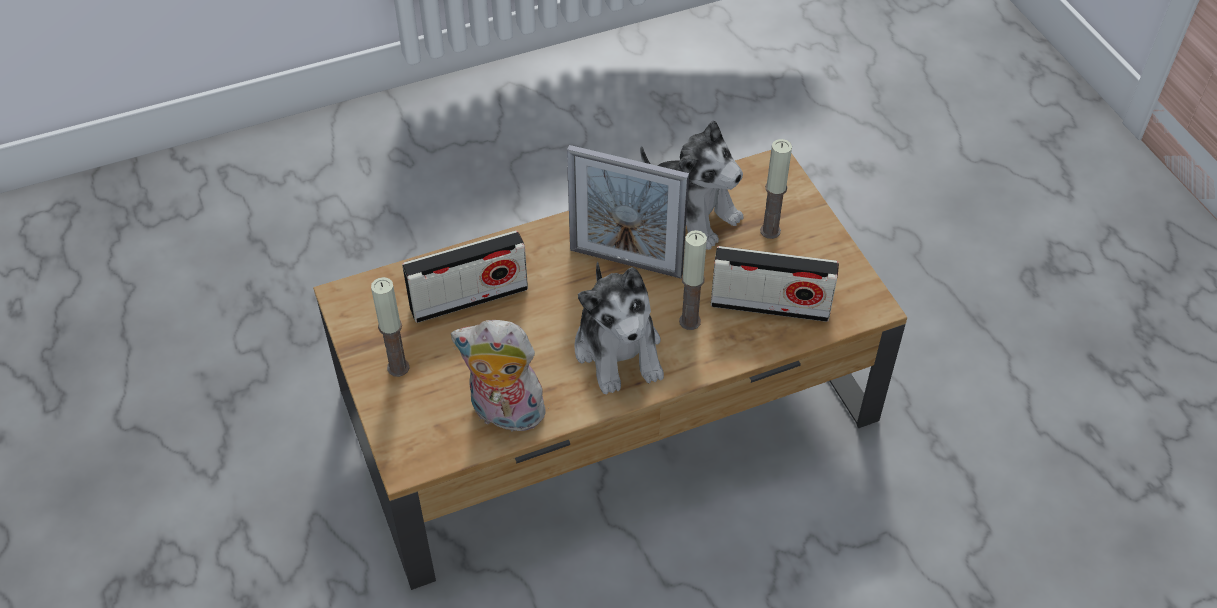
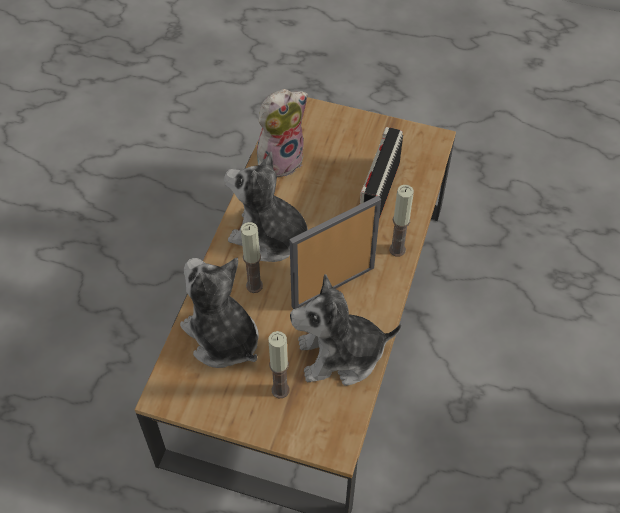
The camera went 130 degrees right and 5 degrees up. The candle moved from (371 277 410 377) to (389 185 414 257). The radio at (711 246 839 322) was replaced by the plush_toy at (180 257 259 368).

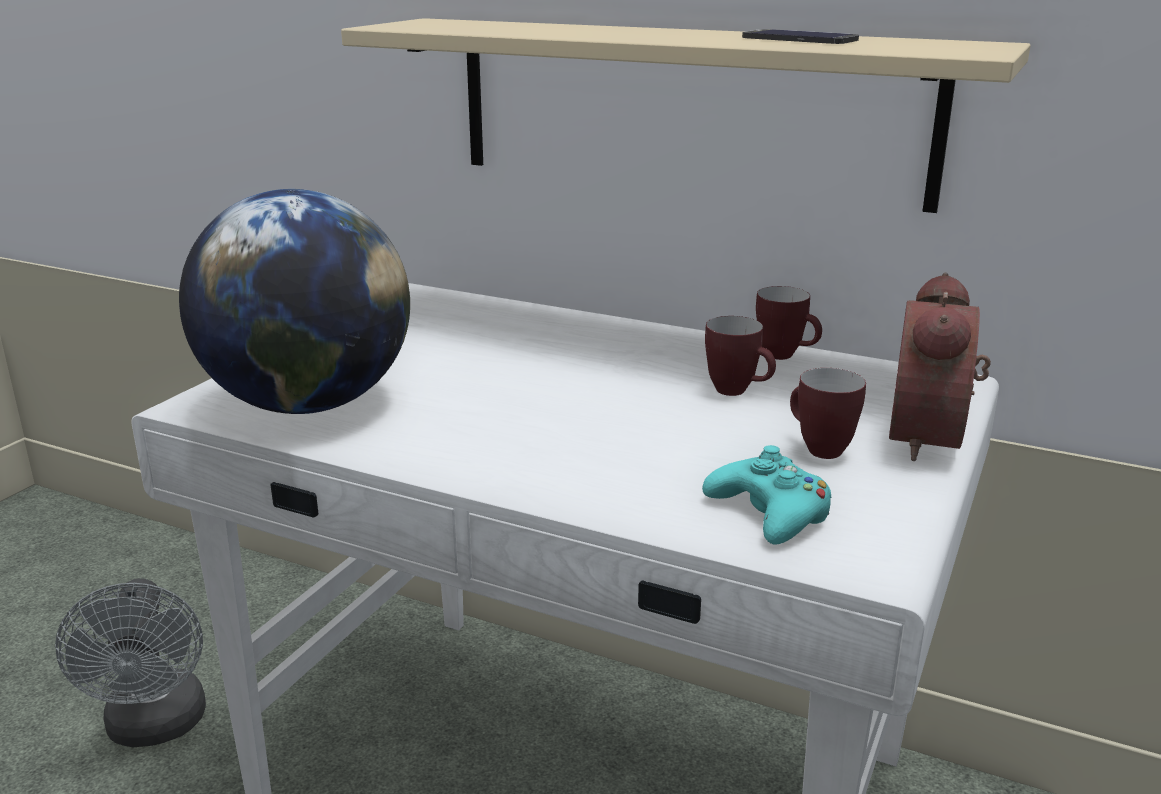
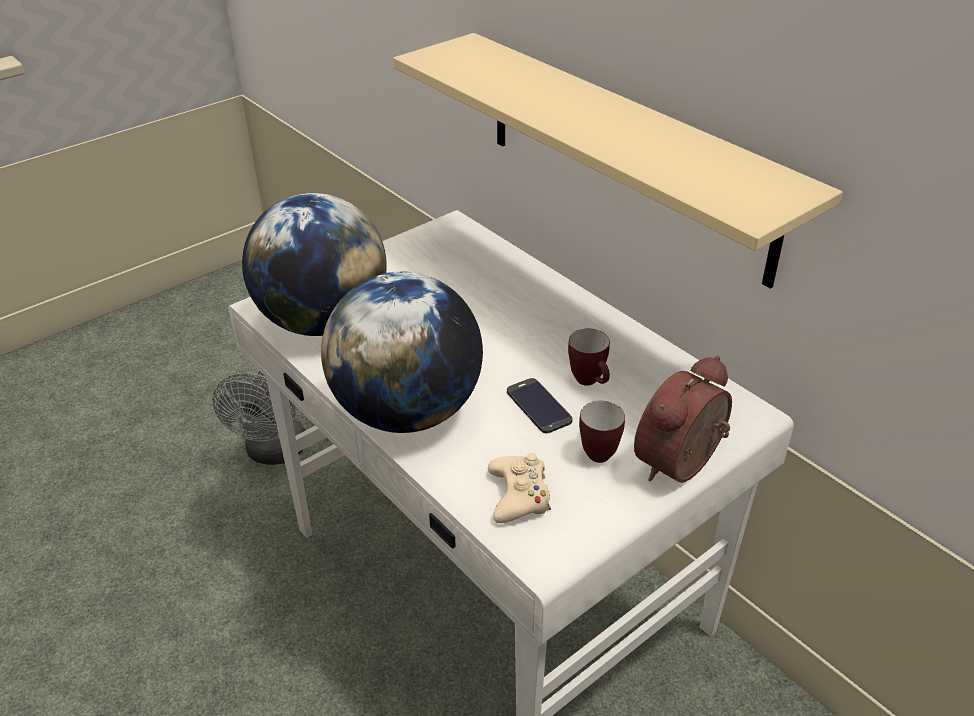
The camera went 25 degrees right and 15 degrees up. The turquoise_game_controller at (702 445 831 545) became the beige_game_controller at (488 453 551 523). The phone moved from (742 29 859 44) to (507 378 573 433). The mug at (756 286 822 360) disappeared. The globe at (321 271 483 433) appeared.

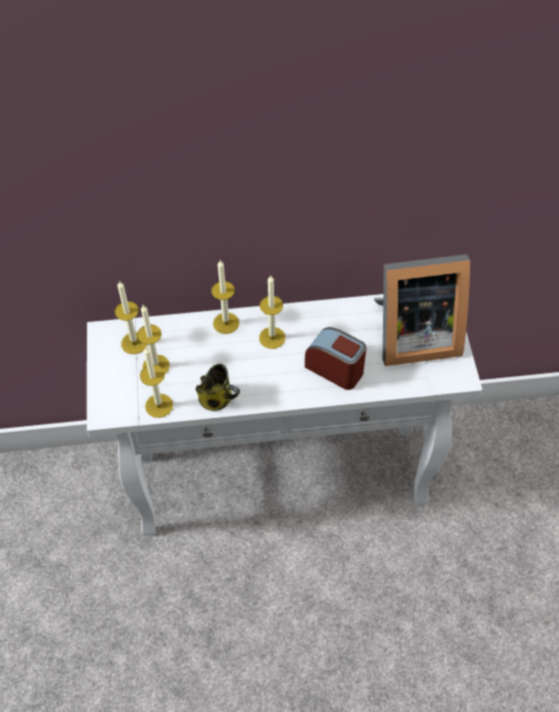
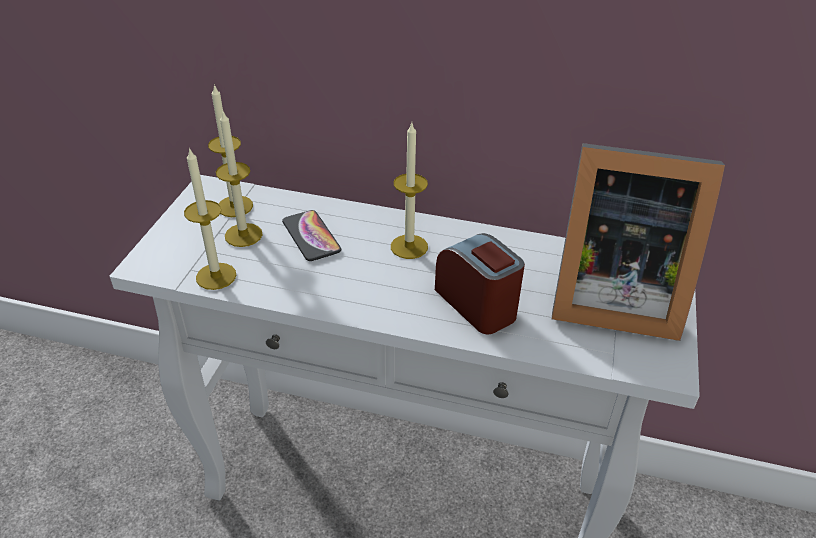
The camera went 20 degrees right and 15 degrees down. The mug at (196 364 240 411) disappeared. The candle at (211 260 239 334) disappeared. The phone at (282 210 341 261) appeared.

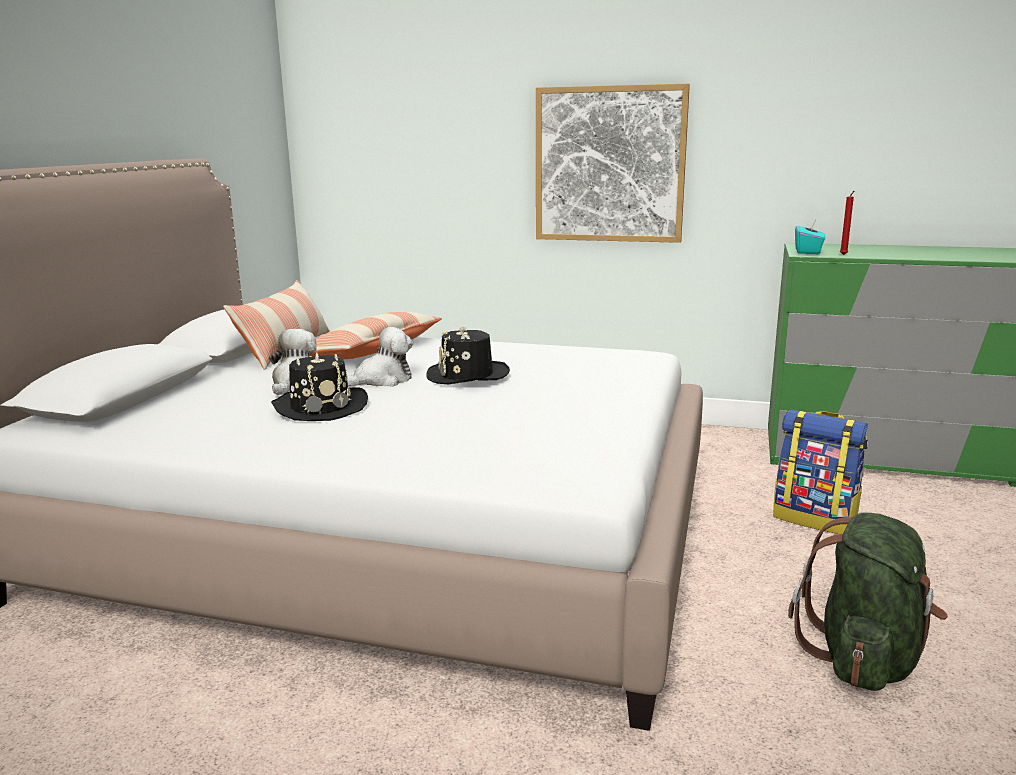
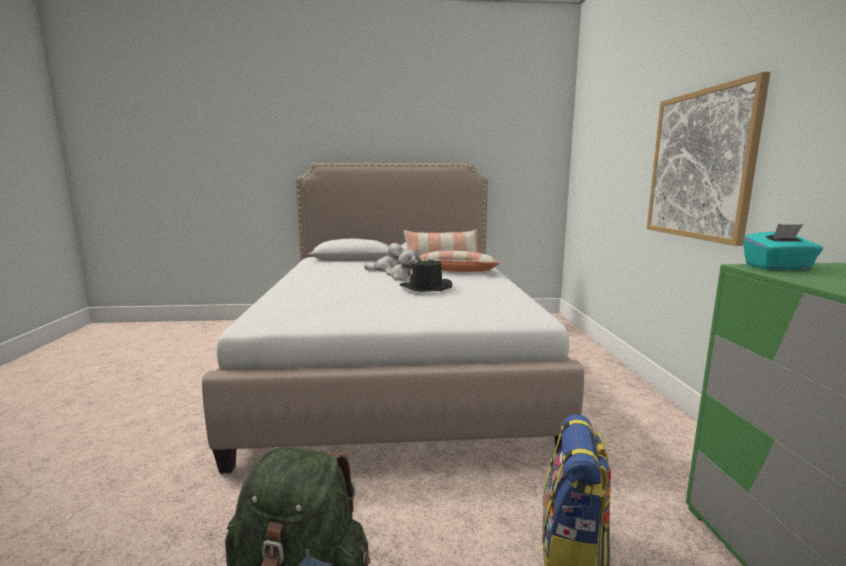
The camera went 70 degrees right and 5 degrees down. The black_hat at (271 352 368 421) disappeared. The red_candle at (840 191 854 255) disappeared.

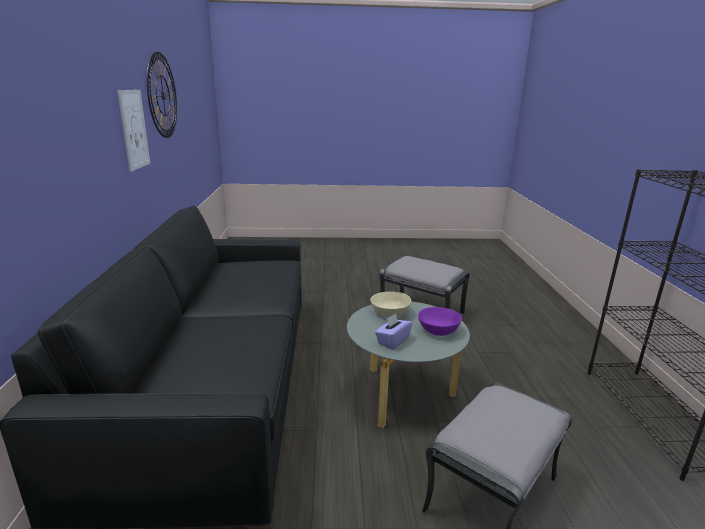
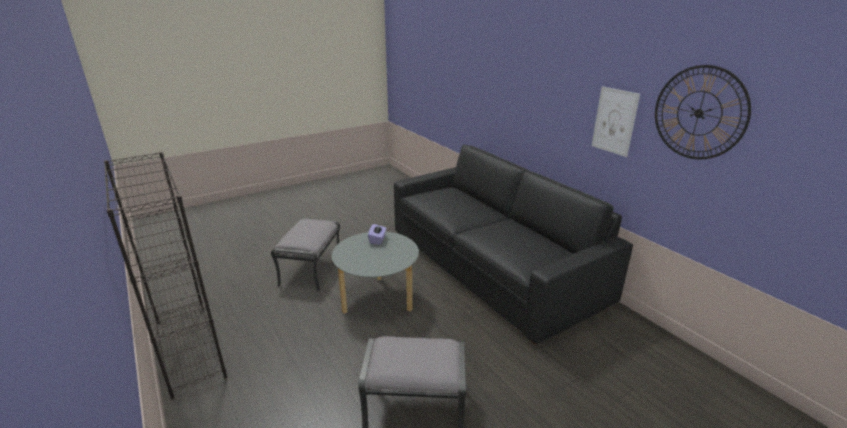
The camera went 150 degrees right and 5 degrees up. The beige_bowl at (371 292 411 317) disappeared. The purple_bowl at (418 307 462 336) disappeared.

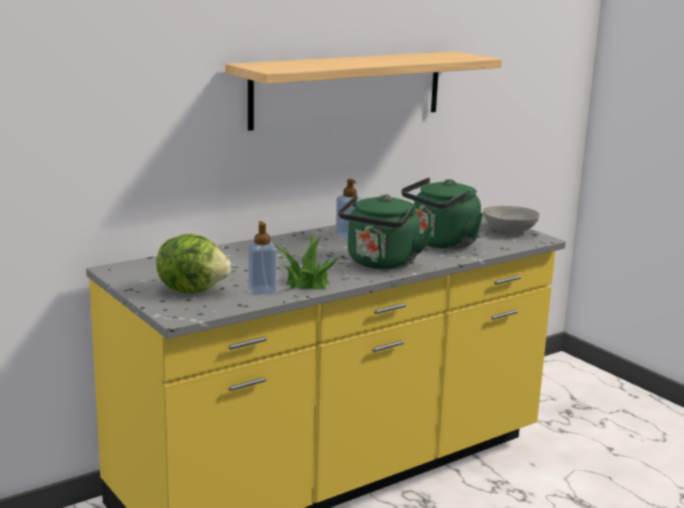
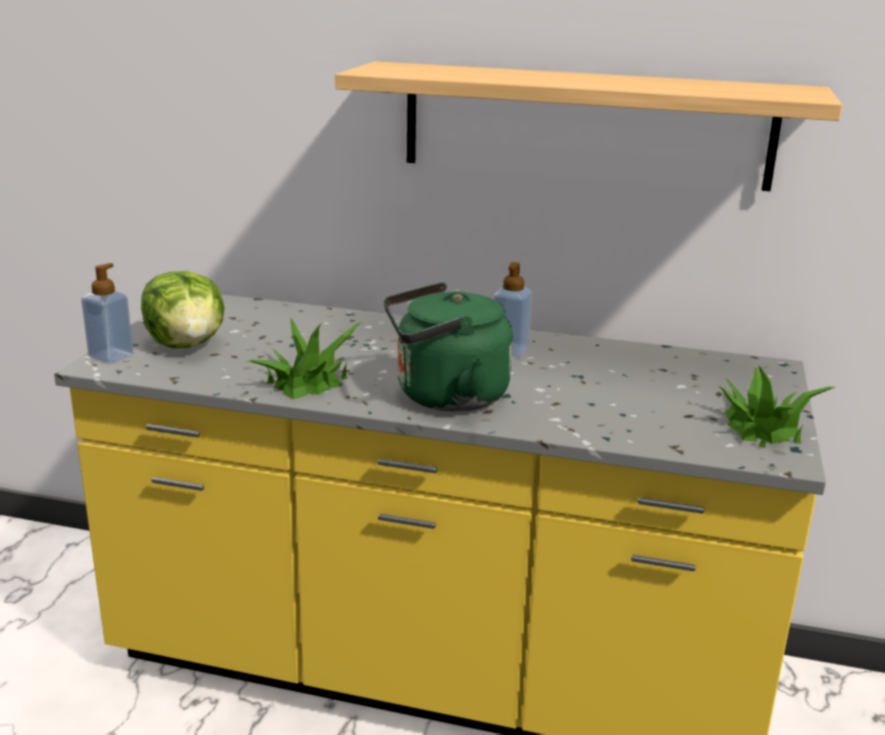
The camera went 50 degrees right and 5 degrees up. The soap_dispenser moved from (248 221 277 295) to (81 263 133 364). The green_kettle at (401 178 483 249) disappeared. The grey_bowl at (483 206 540 233) was replaced by the potted_plant at (717 365 835 448).

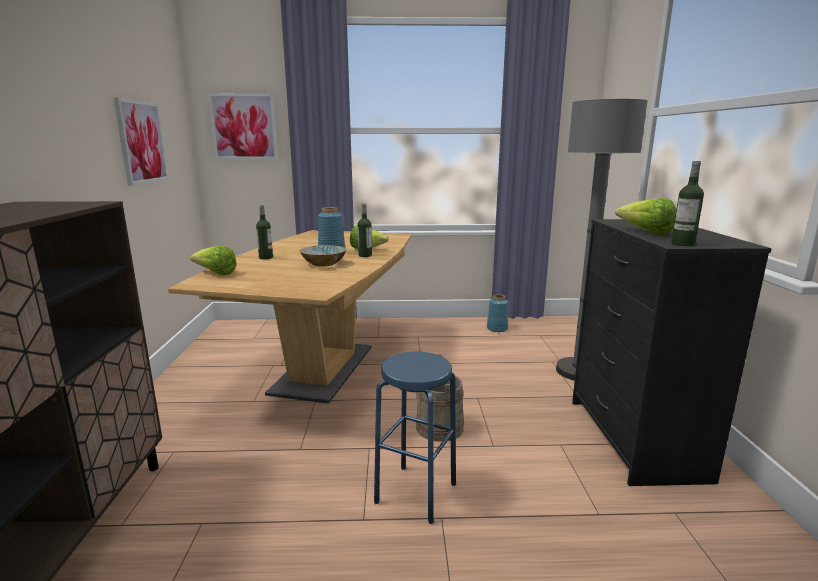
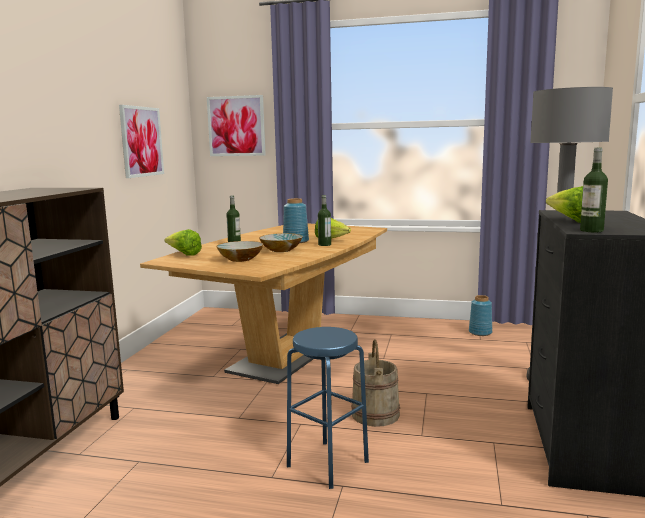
The camera went 15 degrees right and 5 degrees down. The bowl at (216 241 264 262) appeared.

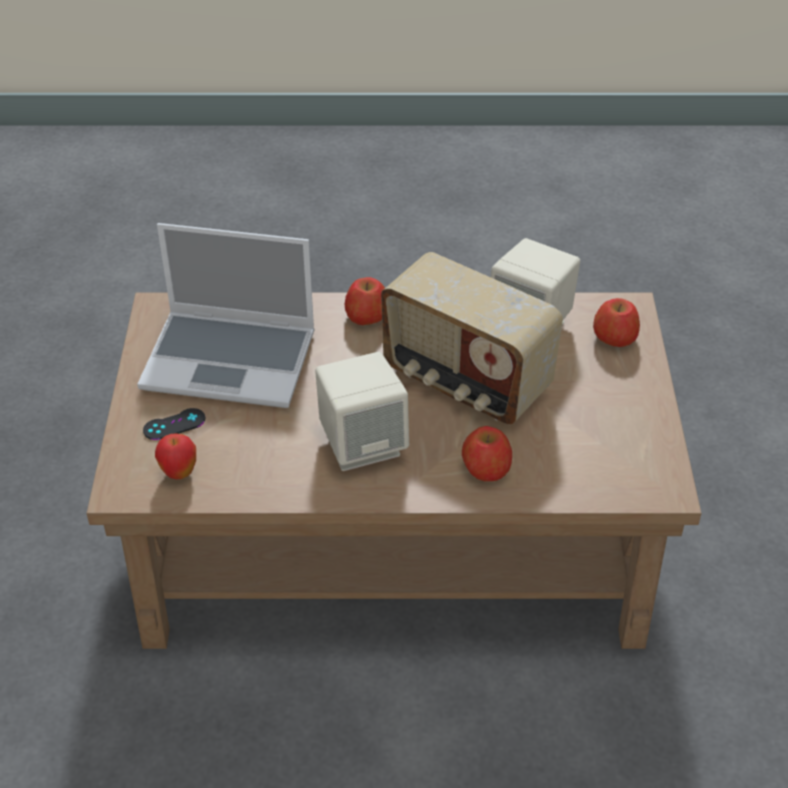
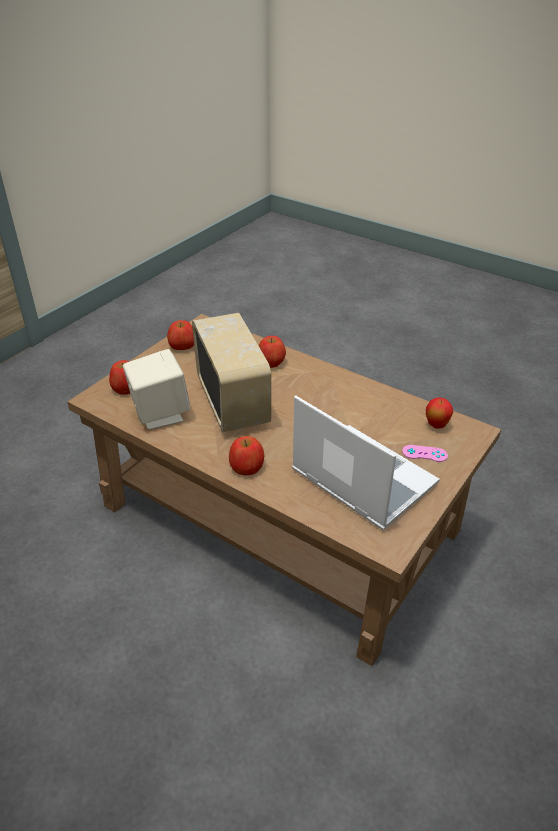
The camera went 145 degrees left and 5 degrees down. The black_game_controller at (143 408 205 440) became the pink_game_controller at (402 445 448 462). The beige_speaker at (315 352 409 471) disappeared. The apple at (167 320 194 350) appeared.

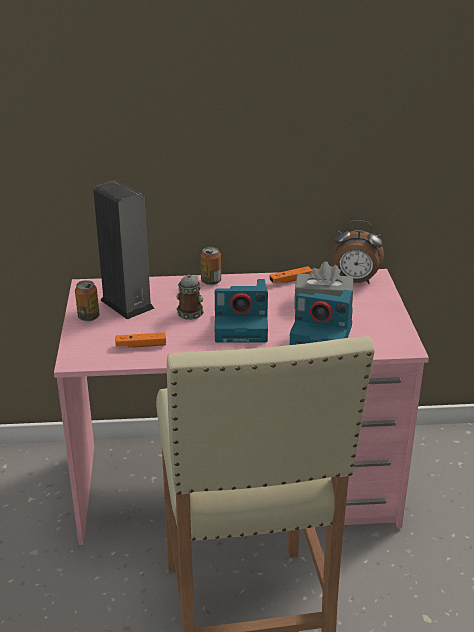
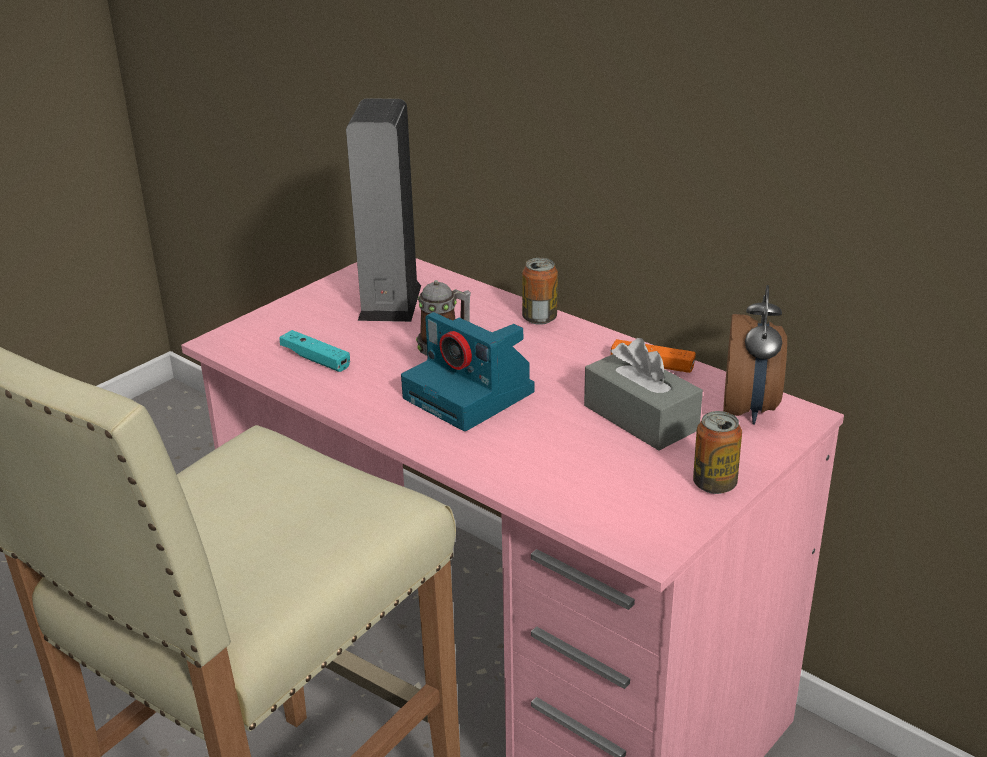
The camera went 45 degrees right and 0 degrees up. The can moved from (75 280 100 321) to (693 411 742 494). The orange_game_controller at (115 332 166 348) became the turquoise_game_controller at (279 330 350 372). The photo_camera at (290 290 353 345) disappeared. The alarm_clock at (333 220 384 284) turned 135 degrees counterclockwise.

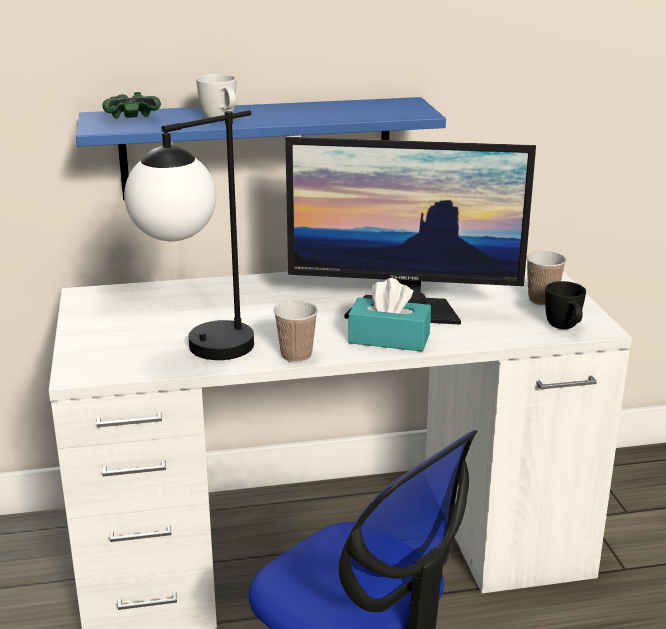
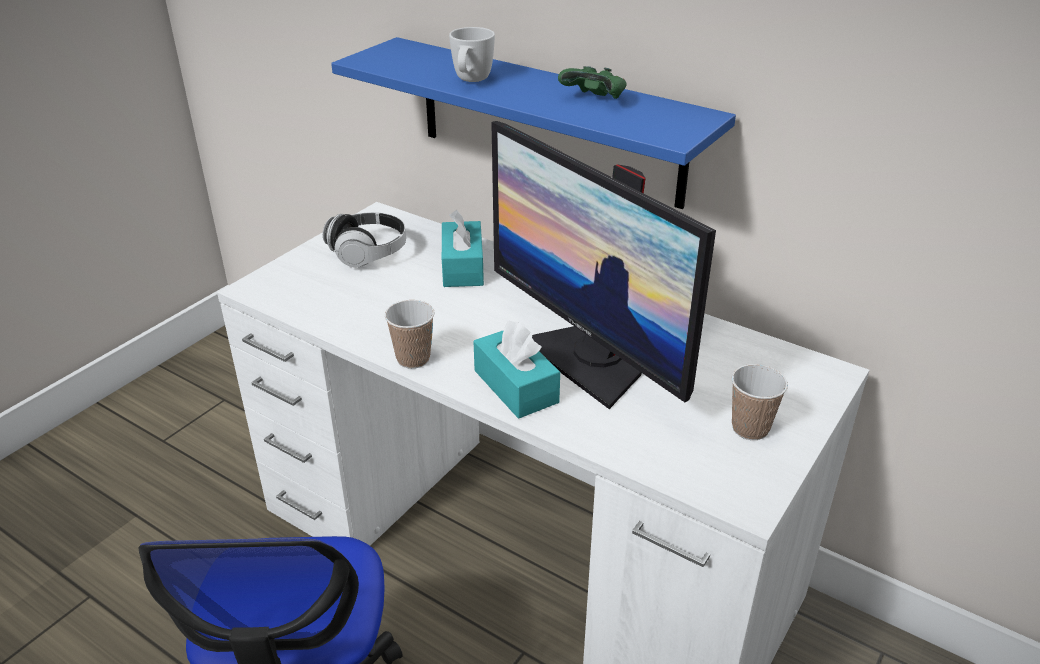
The camera went 45 degrees right and 10 degrees up. The green_game_controller moved from (103 92 161 119) to (558 66 627 99). The table_lamp at (124 110 254 360) disappeared. The black_mug at (545 281 586 329) disappeared. The headphones at (323 212 406 267) appeared. The turquoise_tissue_box at (442 210 484 287) appeared.

